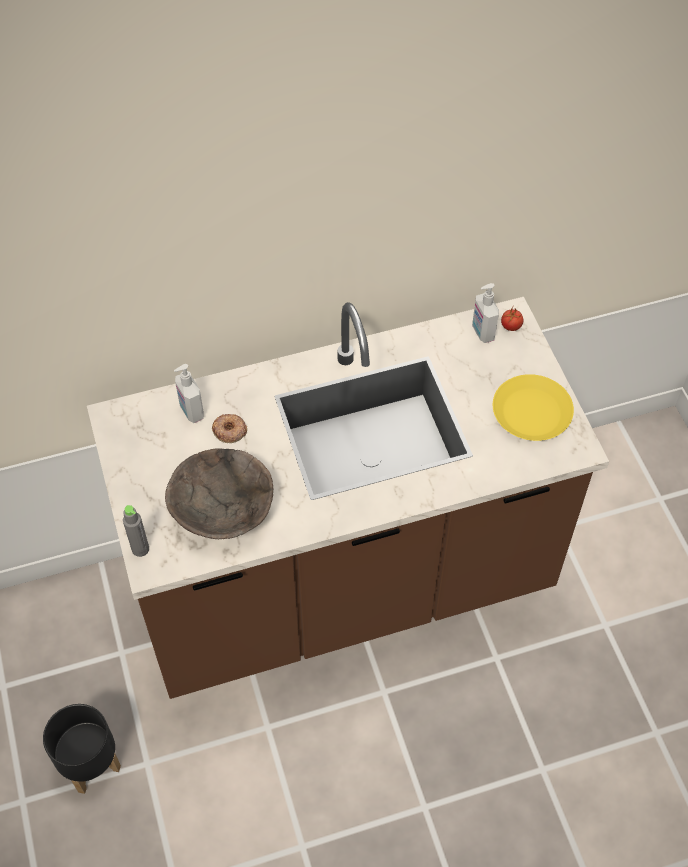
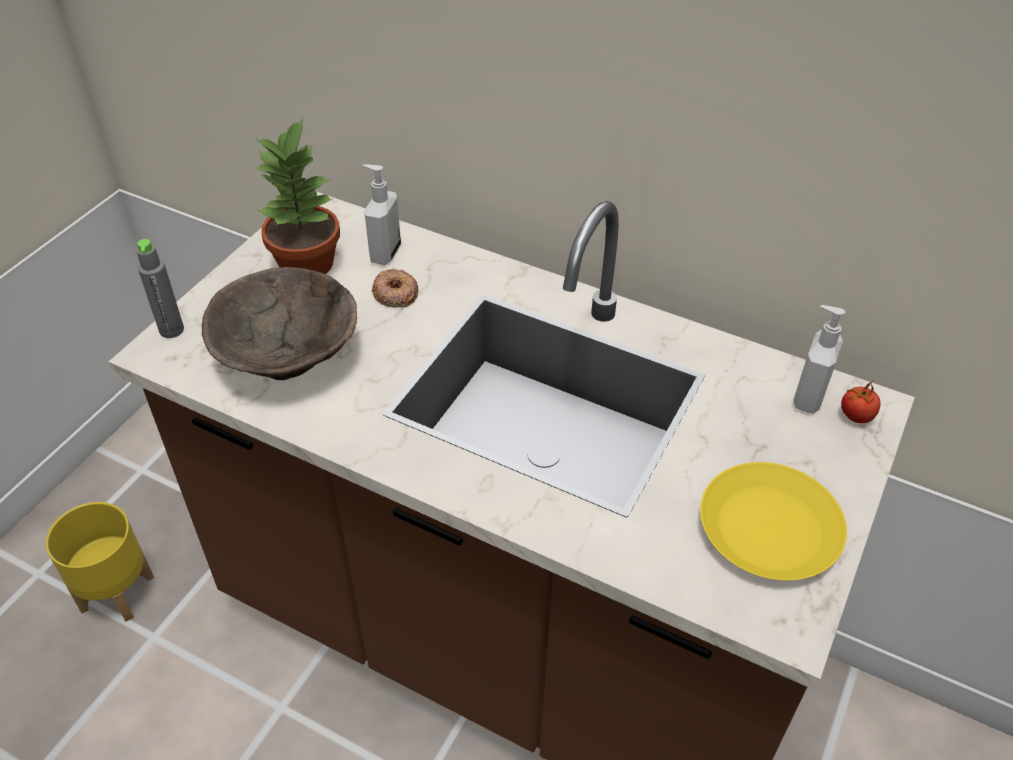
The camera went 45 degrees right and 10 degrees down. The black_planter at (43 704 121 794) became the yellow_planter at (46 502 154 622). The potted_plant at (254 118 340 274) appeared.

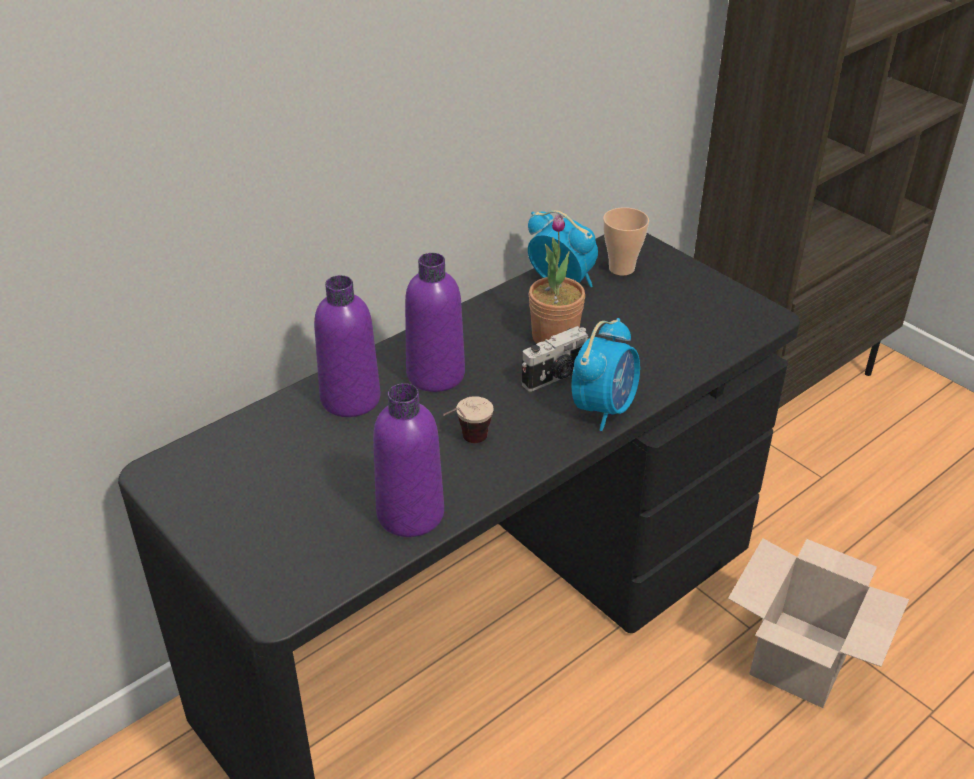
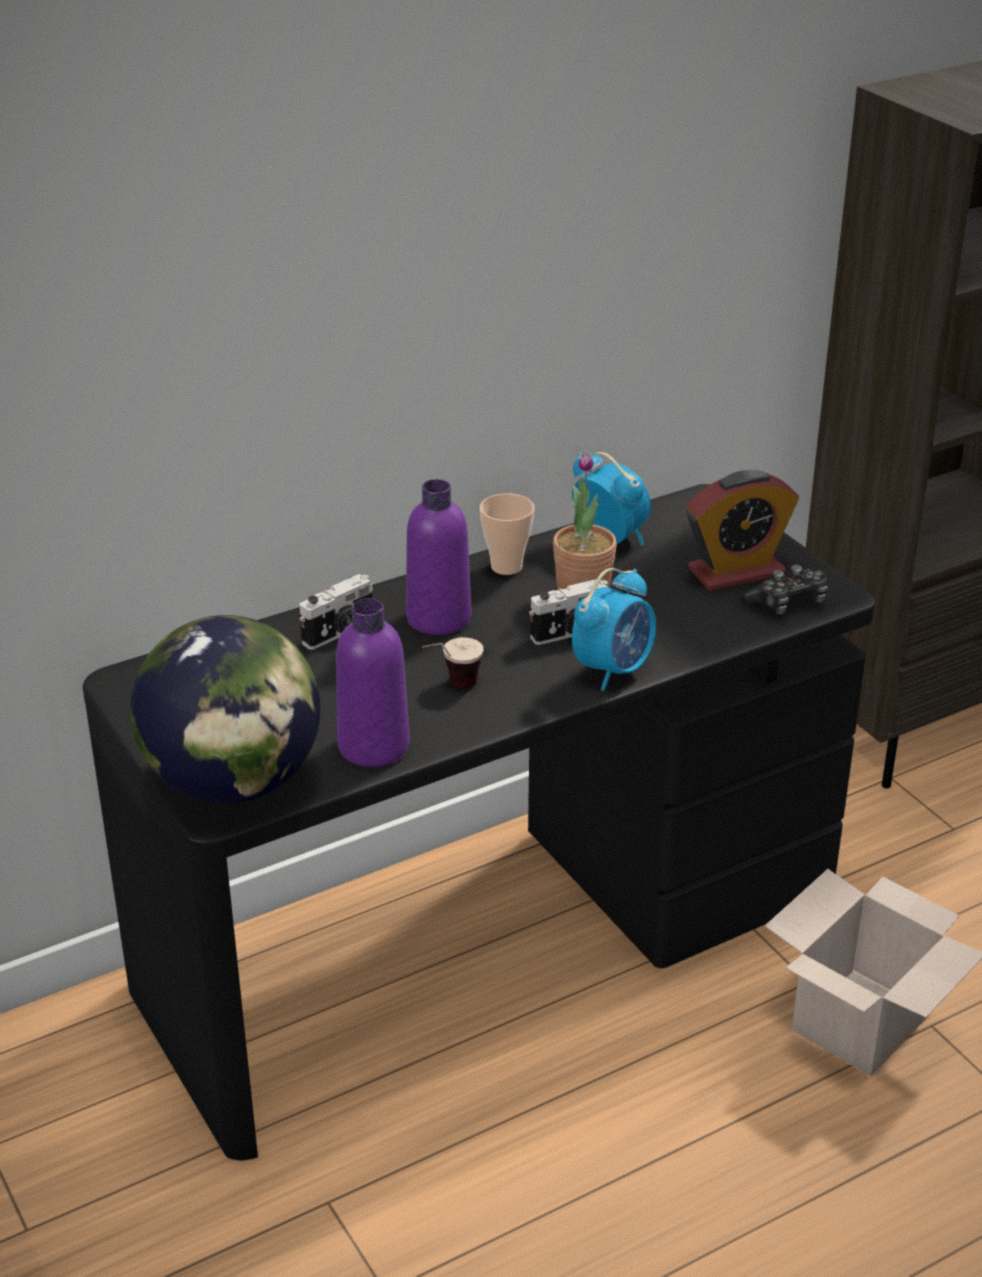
The camera went 10 degrees right and 5 degrees down. The purple_bottle at (314 275 381 417) was replaced by the photo_camera at (299 574 373 650). The cup moved from (603 207 649 276) to (480 493 534 575). The globe at (130 615 320 804) appeared. The alarm_clock at (686 470 799 591) appeared. The game_controller at (741 565 828 614) appeared.

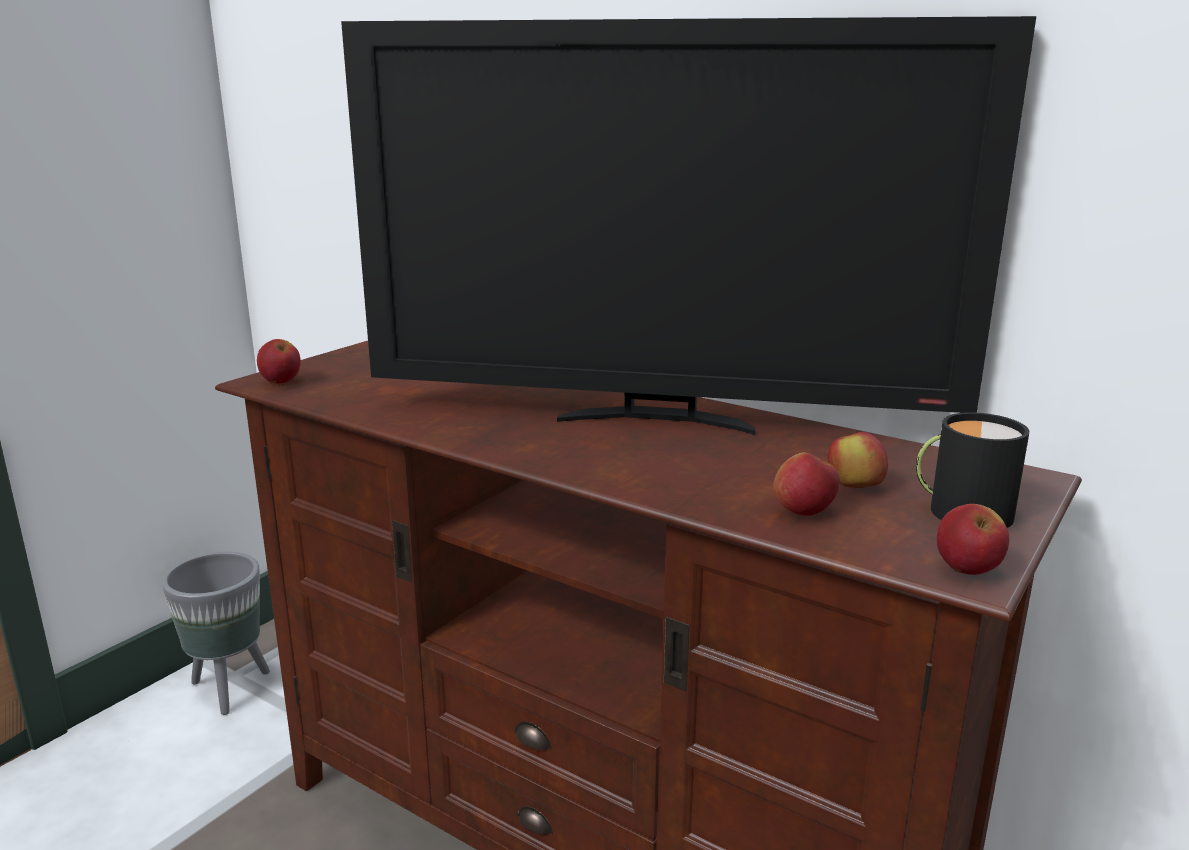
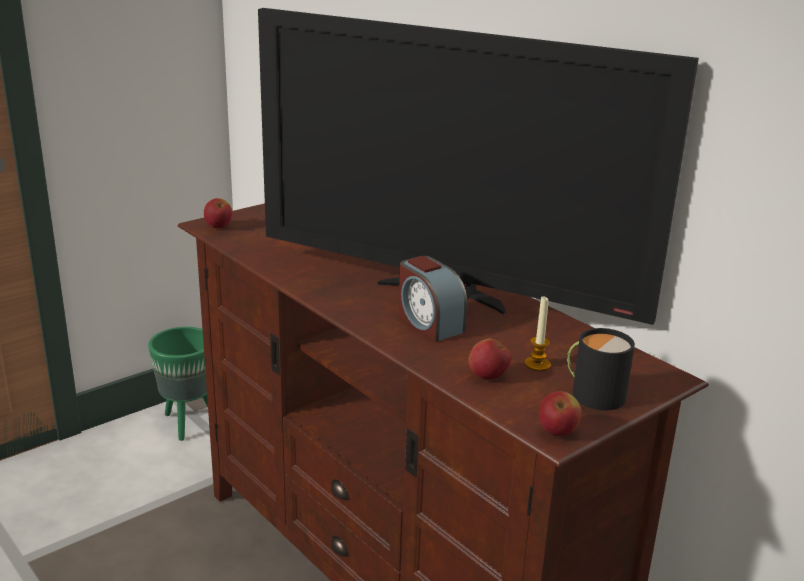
The camera went 15 degrees right and 5 degrees up. The grey_planter at (162 552 270 715) became the green_planter at (148 327 208 441). The apple at (828 432 888 488) was replaced by the candle at (525 296 551 371). The alarm_clock at (398 256 467 342) appeared.

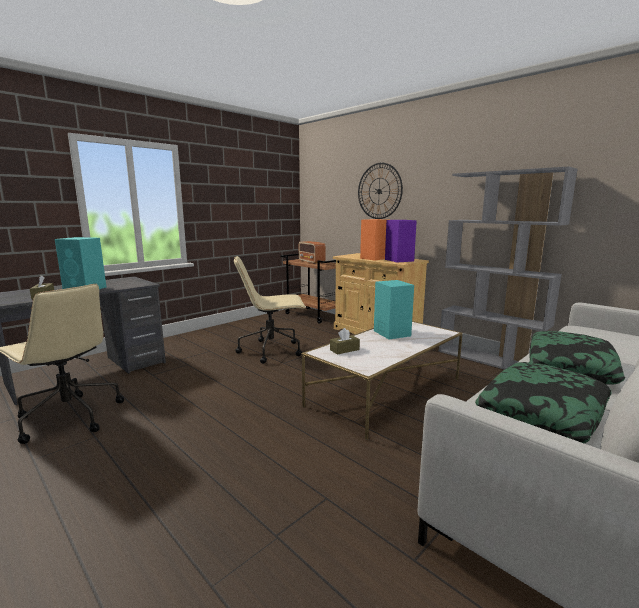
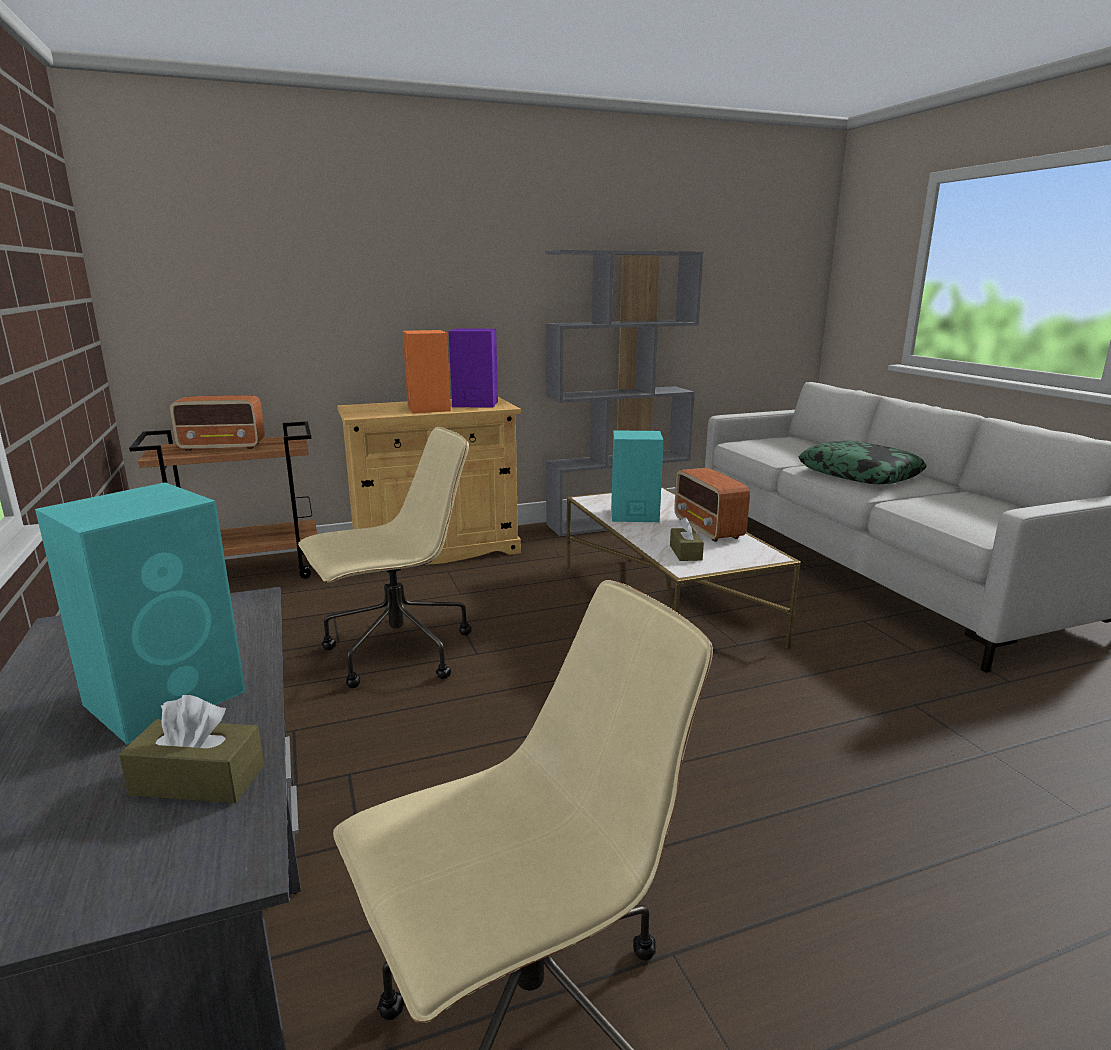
The camera went 65 degrees left and 5 degrees up. The beige_office_chair at (234 256 306 364) turned 135 degrees counterclockwise. The wall_clock at (358 163 403 219) disappeared. The pillow at (475 362 612 444) disappeared. The radio at (675 468 750 542) appeared.

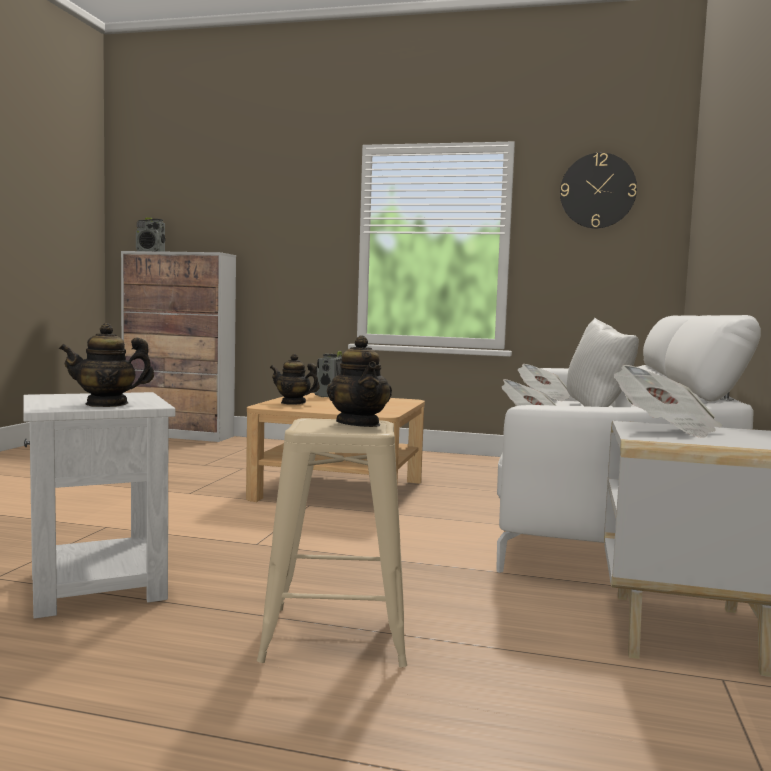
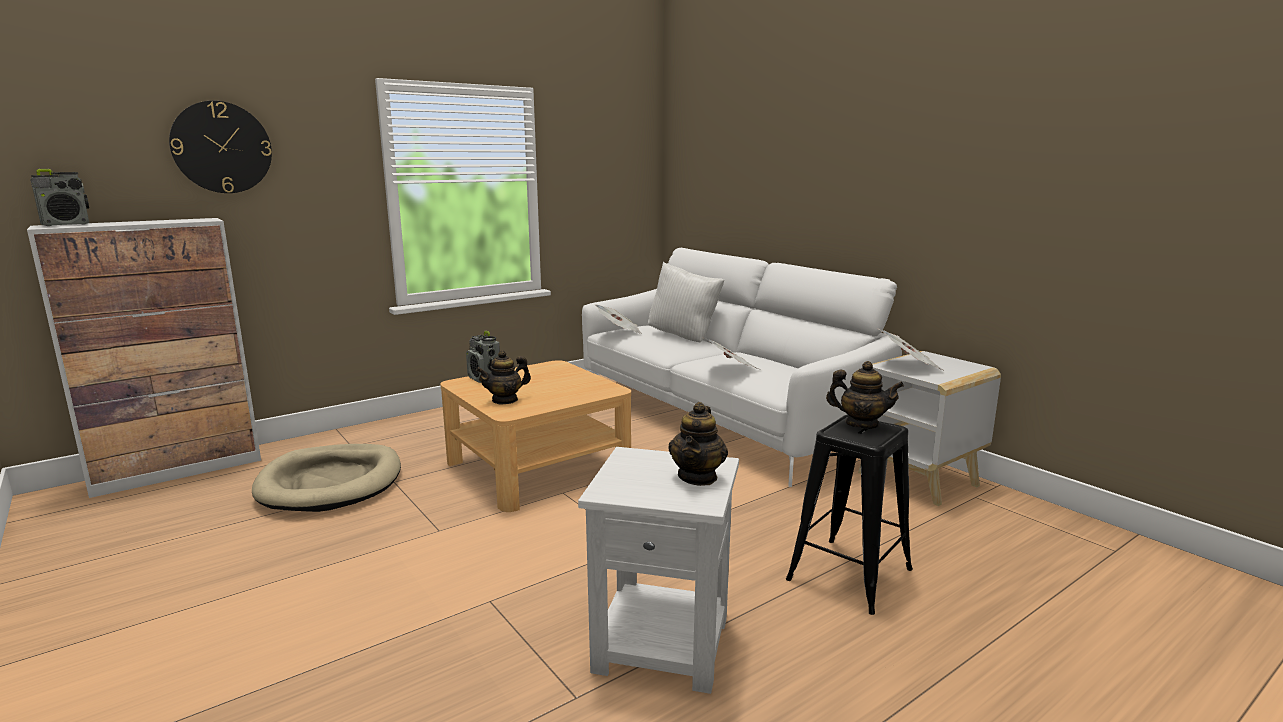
The camera went 50 degrees left and 10 degrees up. The beige_stool at (257 418 407 667) became the black_stool at (786 415 913 615). The wall_clock moved from (560 153 637 229) to (169 101 272 193). The beige_dog_bed at (252 444 401 512) appeared.

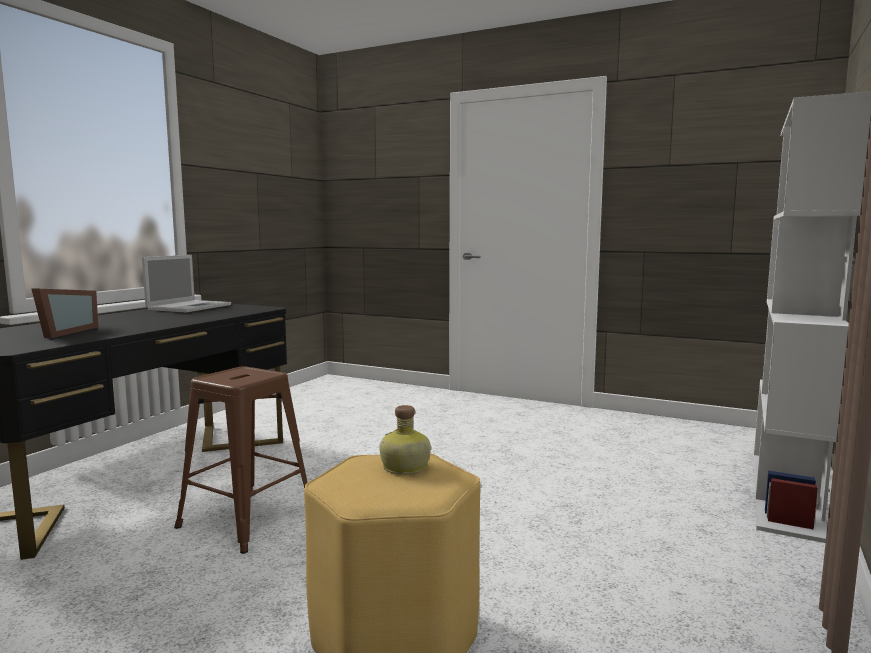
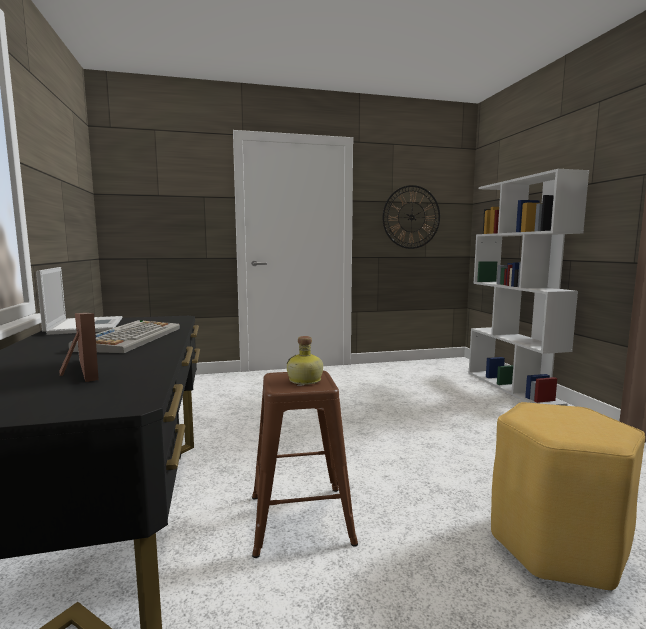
The camera went 40 degrees left and 0 degrees up. The bottle moved from (379 405 431 475) to (286 336 323 385). The keyboard at (68 320 180 353) appeared. The wall_clock at (383 185 440 249) appeared.

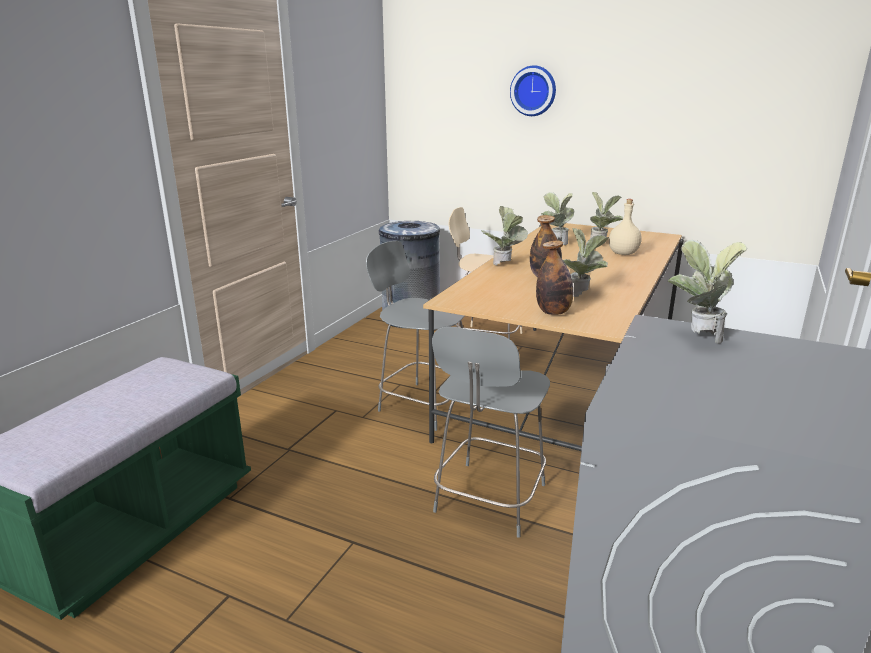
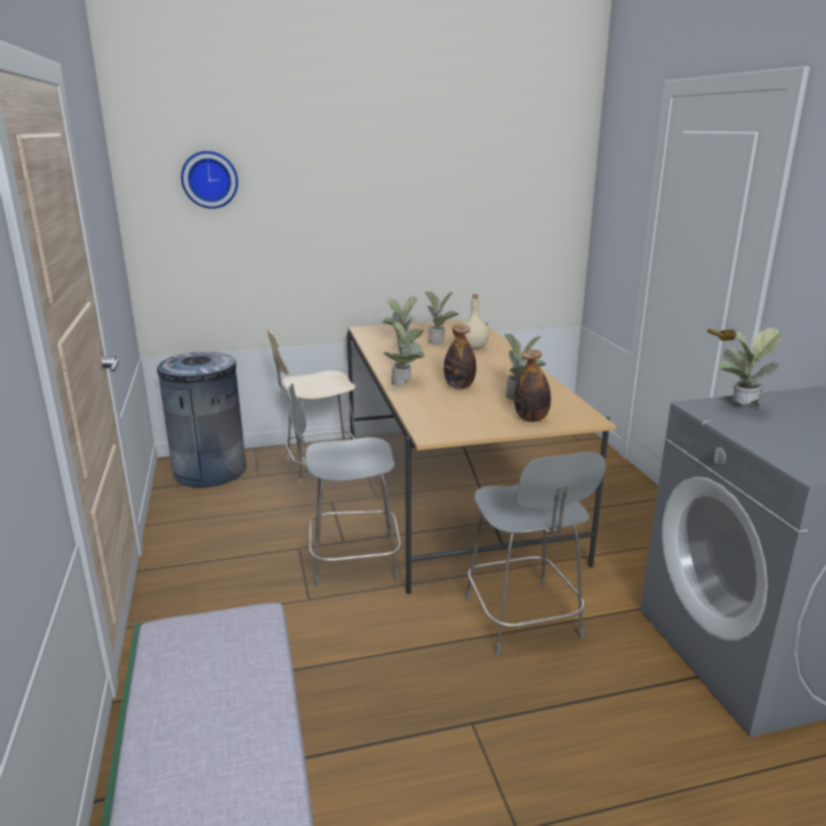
The camera went 40 degrees left and 0 degrees up. The wall_clock moved from (510 65 556 116) to (181 151 238 209).

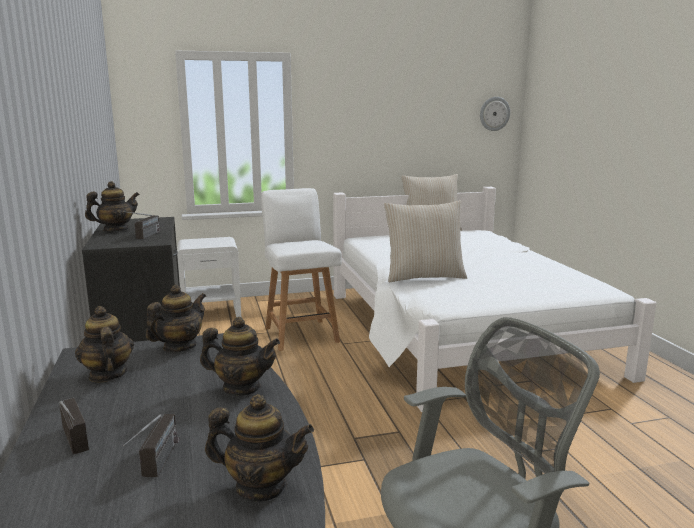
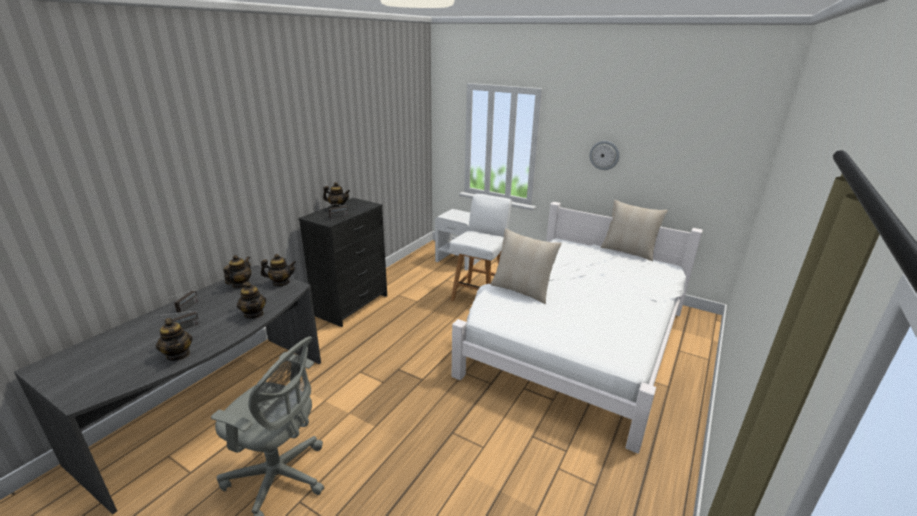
The camera went 45 degrees right and 10 degrees up. The wall_clock moved from (480 97 510 131) to (590 141 620 170).

